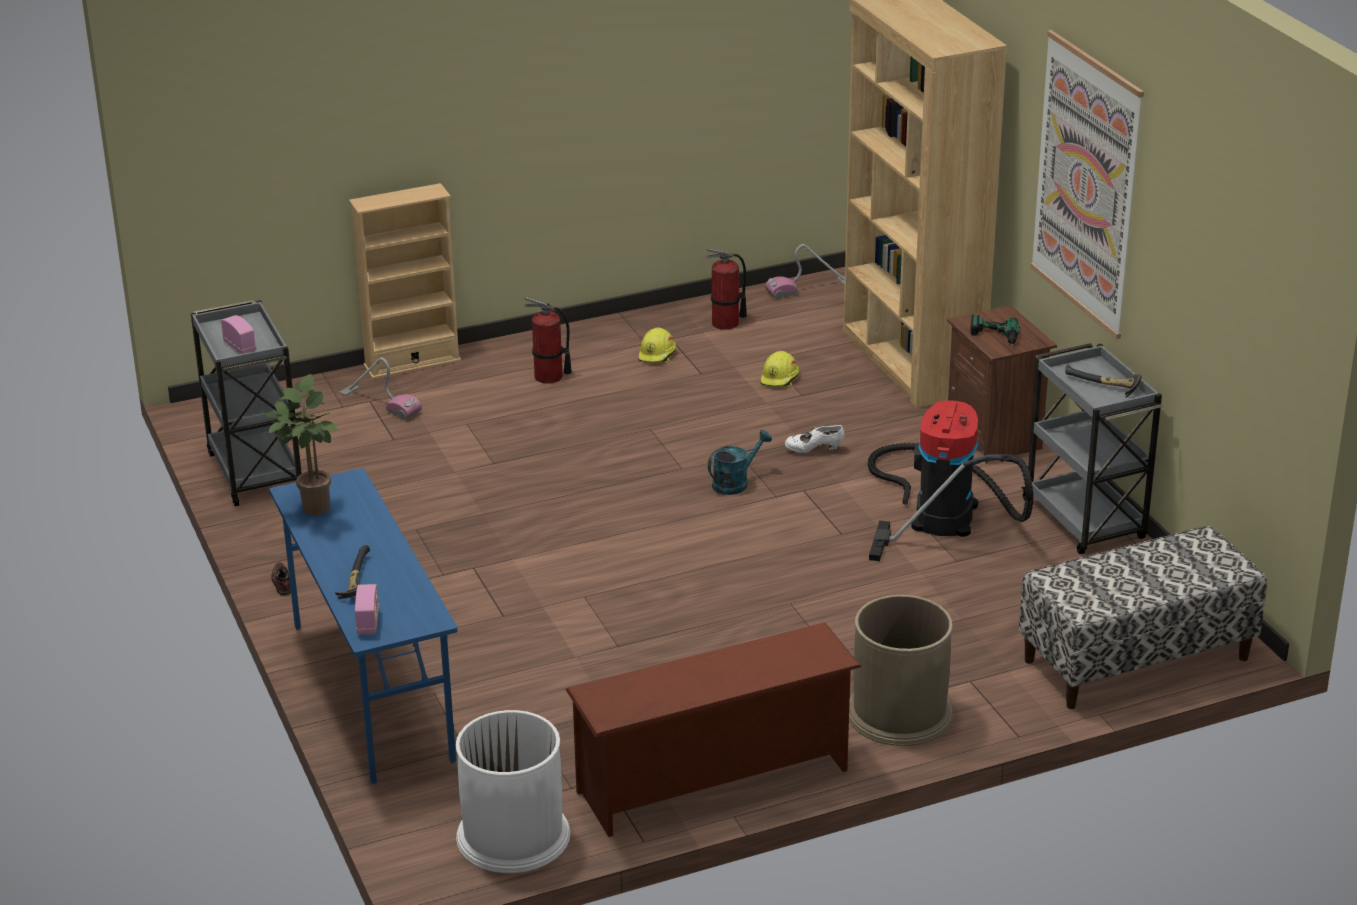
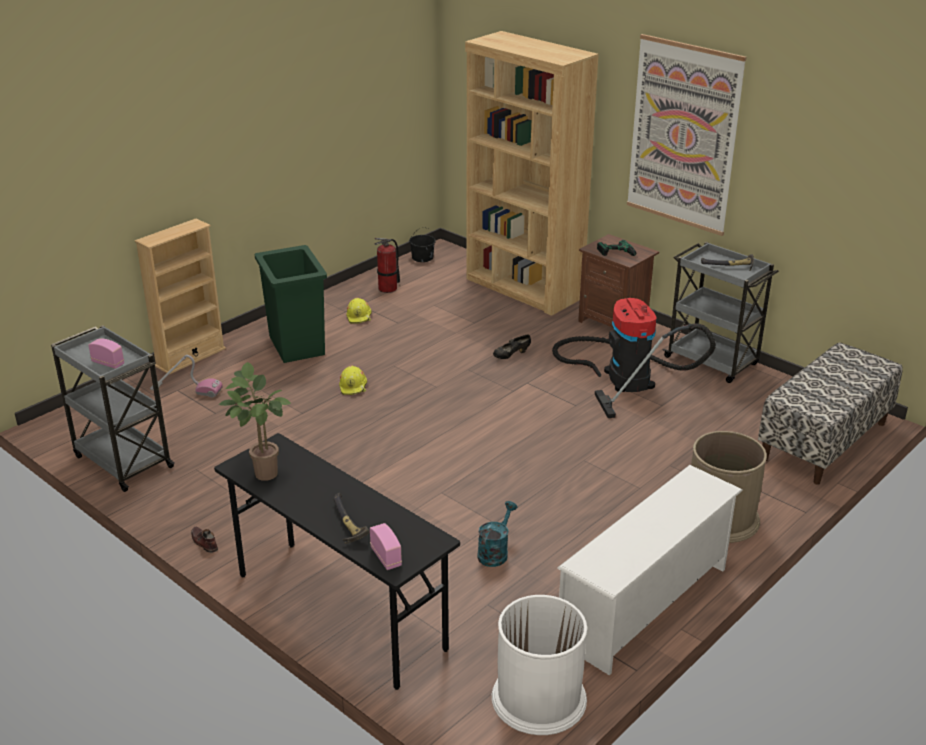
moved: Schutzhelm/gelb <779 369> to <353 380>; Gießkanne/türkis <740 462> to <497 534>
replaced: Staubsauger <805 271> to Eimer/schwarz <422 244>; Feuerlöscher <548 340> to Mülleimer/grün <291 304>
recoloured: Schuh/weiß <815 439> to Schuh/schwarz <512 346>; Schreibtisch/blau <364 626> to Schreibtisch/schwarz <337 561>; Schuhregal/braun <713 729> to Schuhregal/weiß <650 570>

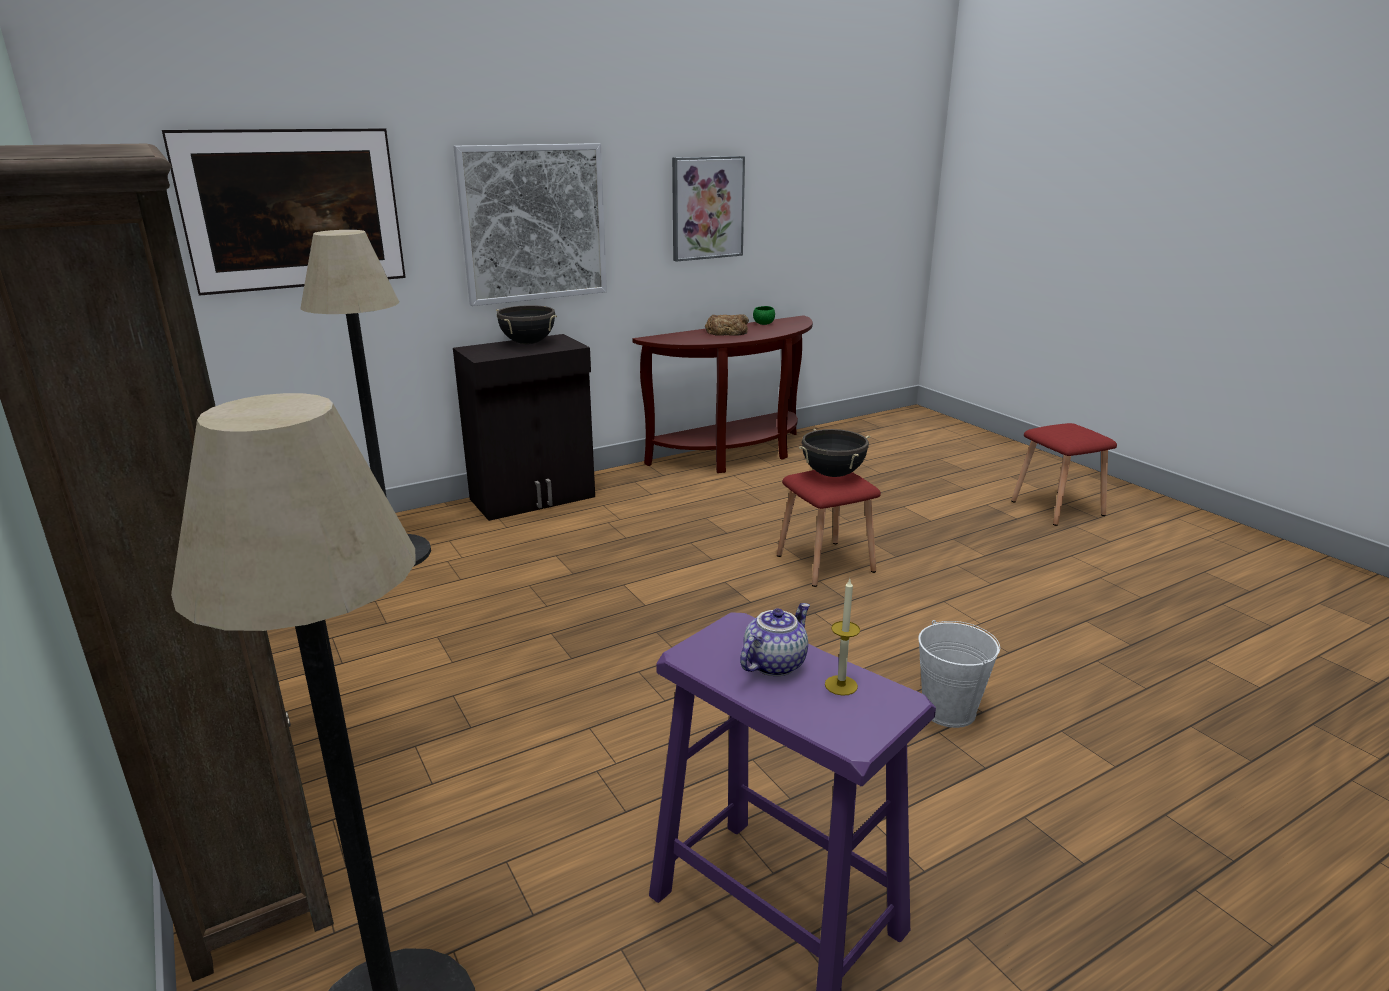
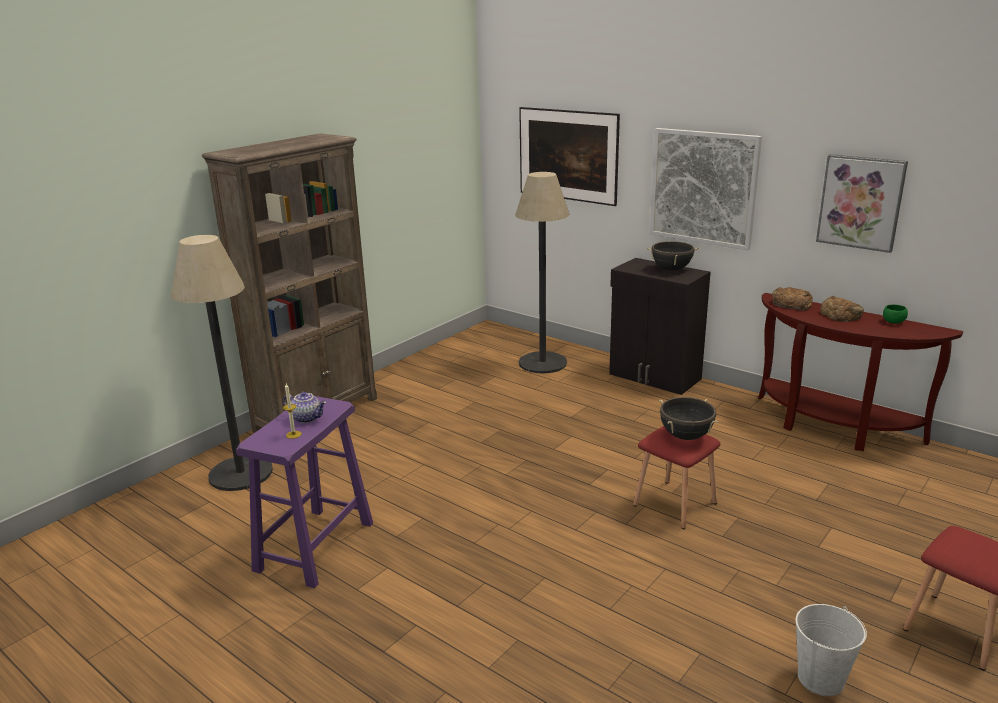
added: Brot <792 299>
moved: Eimer/weiß <959 674> to <831 650>

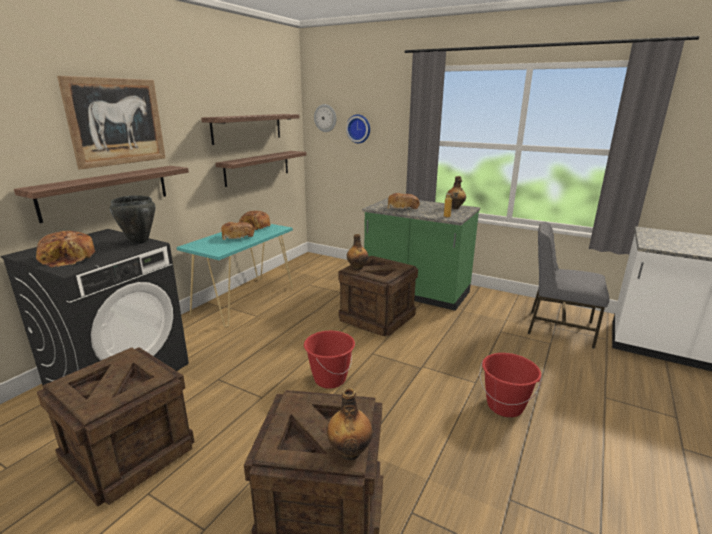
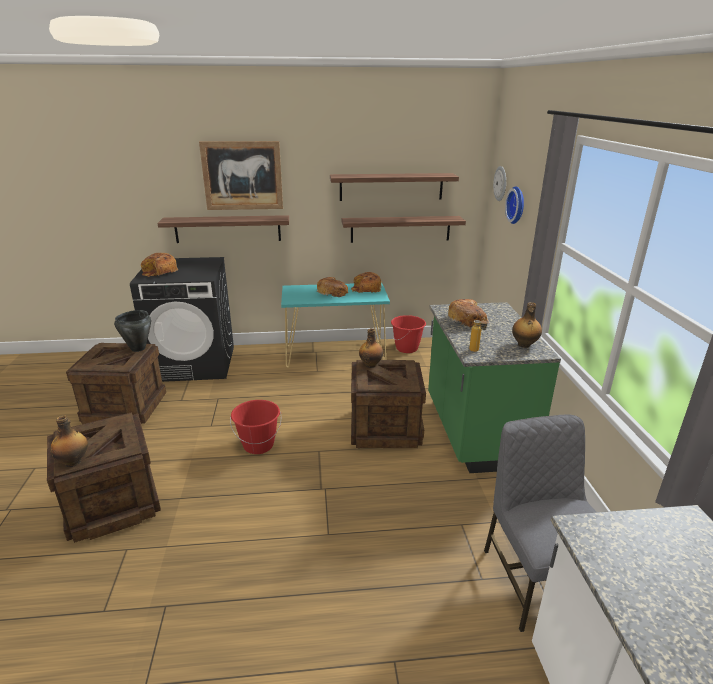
moved: Kochtopf/schwarz <132 219> to <132 331>; Eimer/rot <510 385> to <408 334>

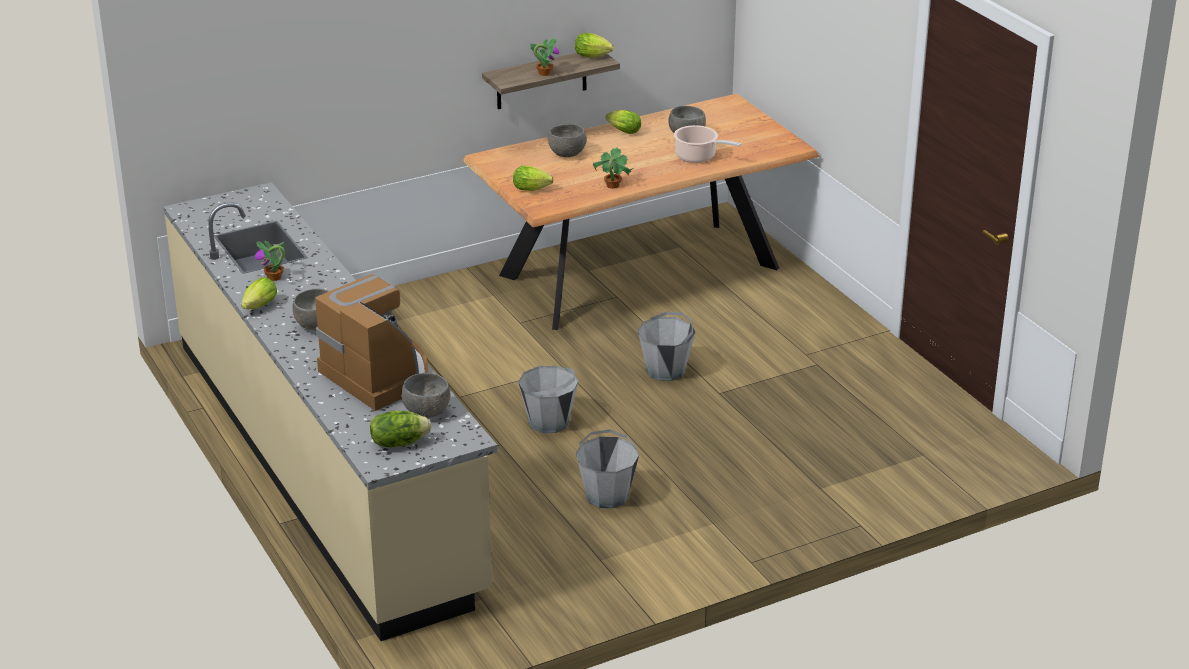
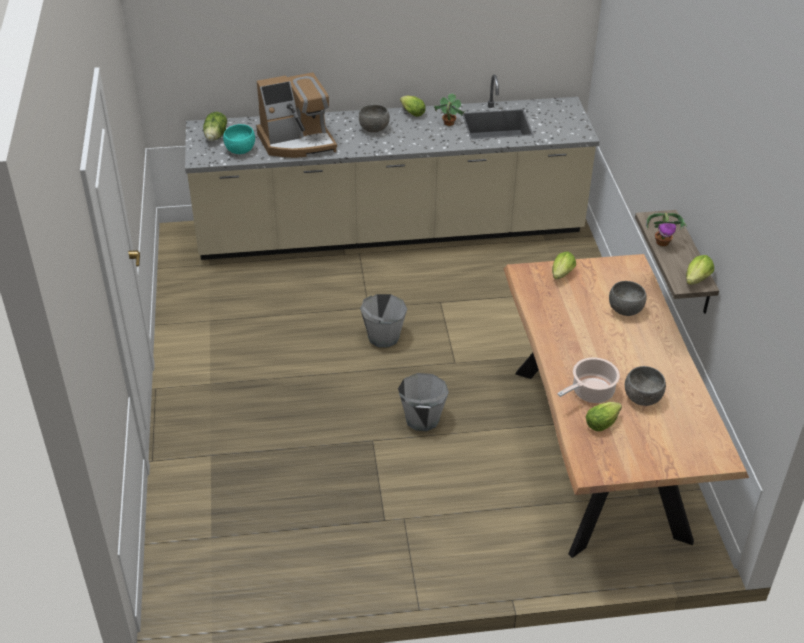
removed: Topfpflanze <613 168>; Eimer/grau <607 469>
moved: Salatkopf <623 122> to <604 416>
recoloured: Schüssel/grau <425 395> to Schüssel/türkis <239 139>

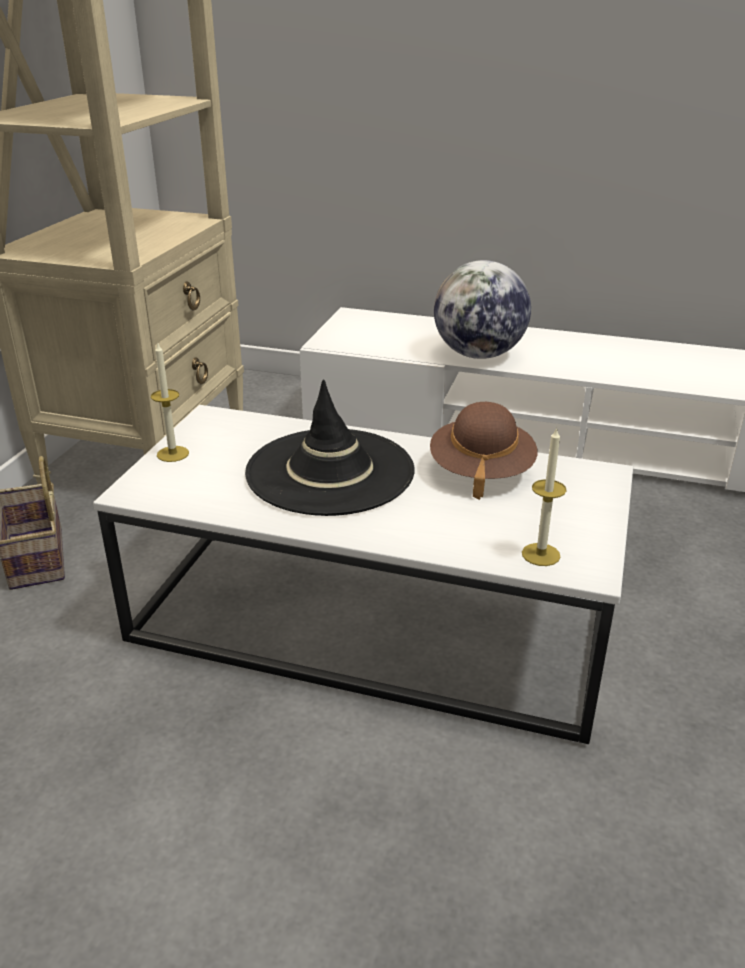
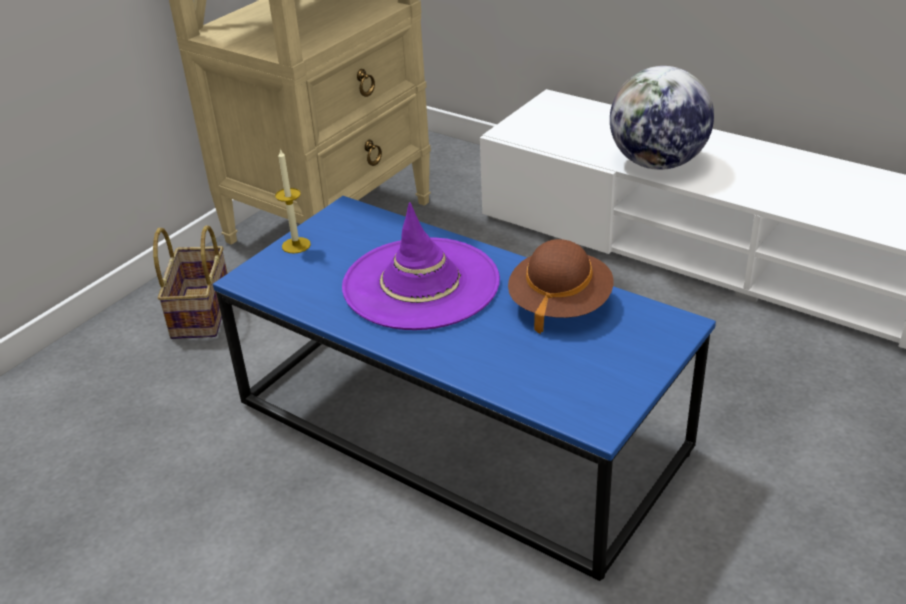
removed: Kerze <544 496>
recoloured: Hut/schwarz <330 447> to Hut/lila <421 266>; Couchtisch/weiß <363 574> to Couchtisch/blau <464 388>

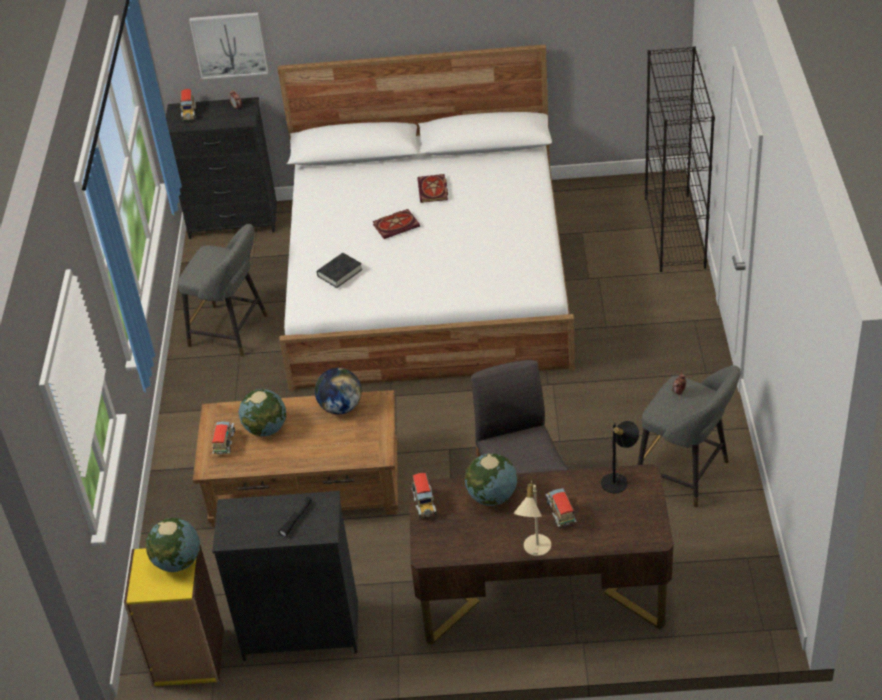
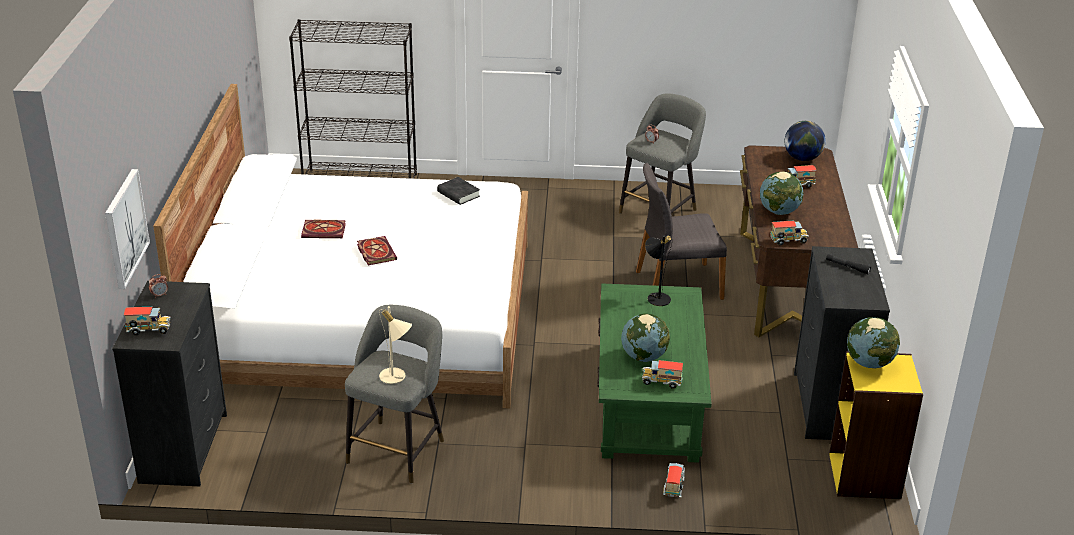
added: Spielzeuglaster <674 480>
moved: Buch/schwarz <340 270> to <458 191>; Globus <338 391> to <805 141>; Tischlampe/schwarz <620 457> to <658 270>; Tischlampe/beige <532 519> to <395 345>
recoloured: Couchtisch/braun <295 458> to Couchtisch/grün <654 373>

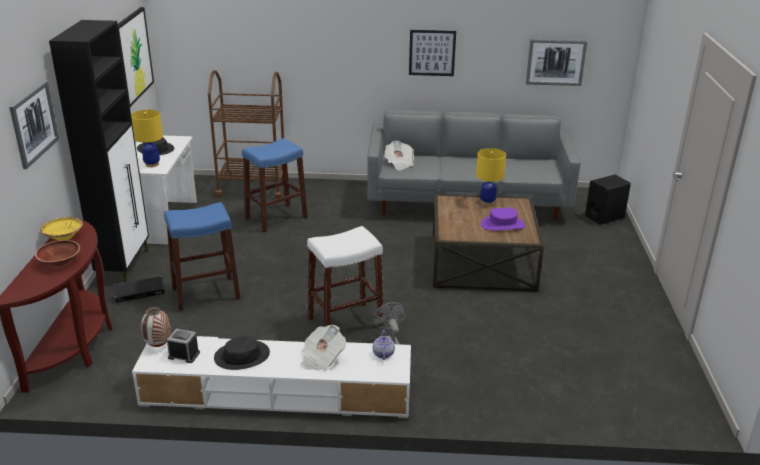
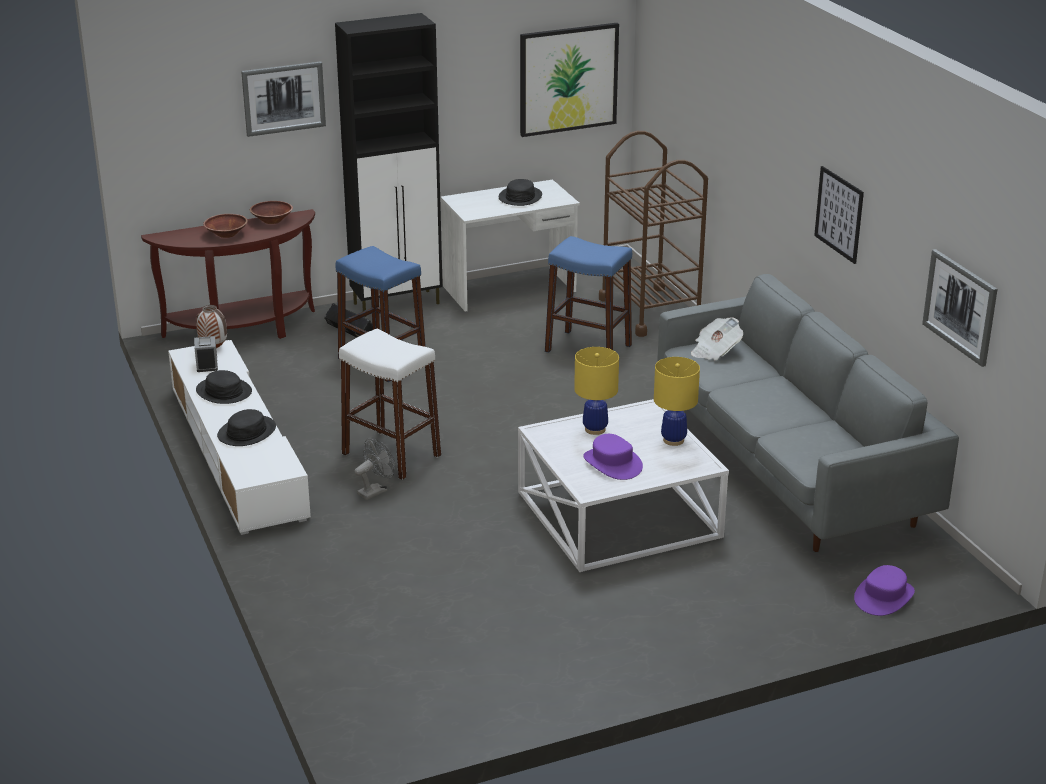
removed: Teekanne <384 345>
moved: Tischlampe/gelb <147 138> to <596 391>
replaced: Lautsprecher/schwarz <608 199> to Hut/lila <884 590>; Zeitung <323 348> to Hut/schwarz <246 427>
recoloured: Couchtisch/braun <488 243> to Couchtisch/weiß <623 485>; Schüssel/gelb <61 229> to Schüssel/braun <271 212>

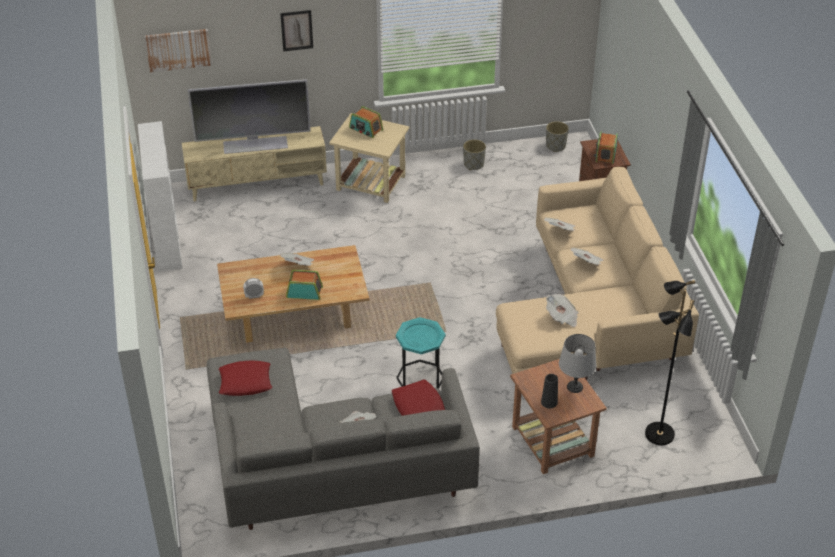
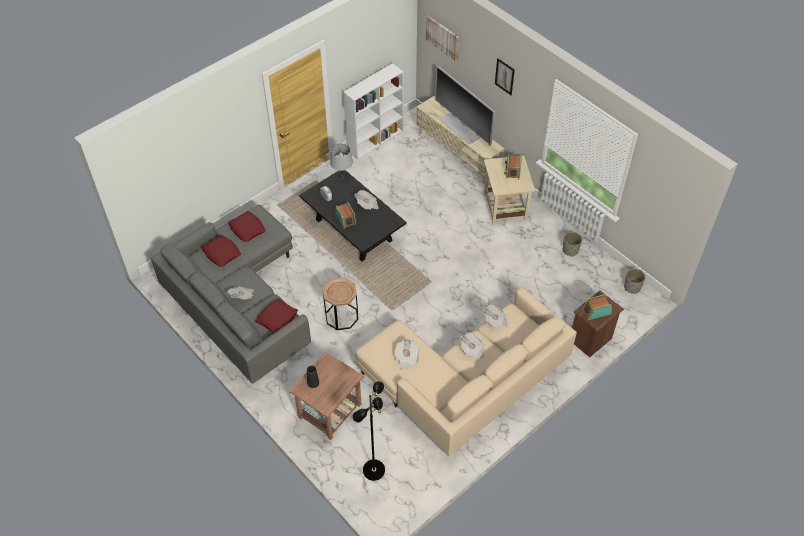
added: Kissen/rot <221 251>
moved: Tischlampe/grau <577 363> to <341 162>
recoloured: Couchtisch/beige <293 294> to Couchtisch/schwarz <353 215>; Beistelltisch/türkis <420 353> to Beistelltisch/braun <340 303>

